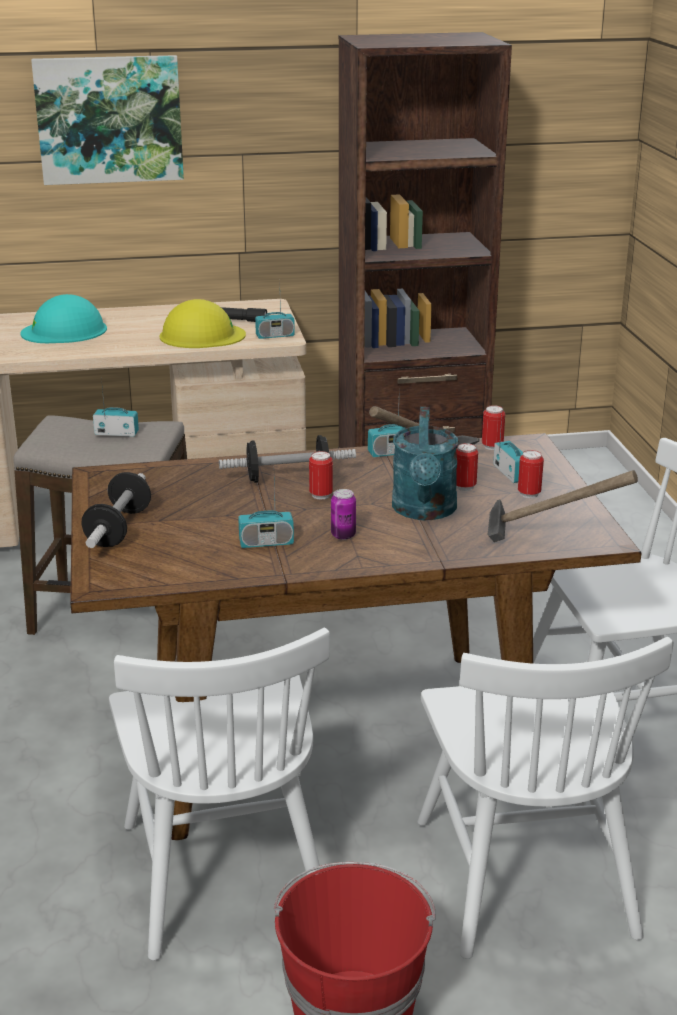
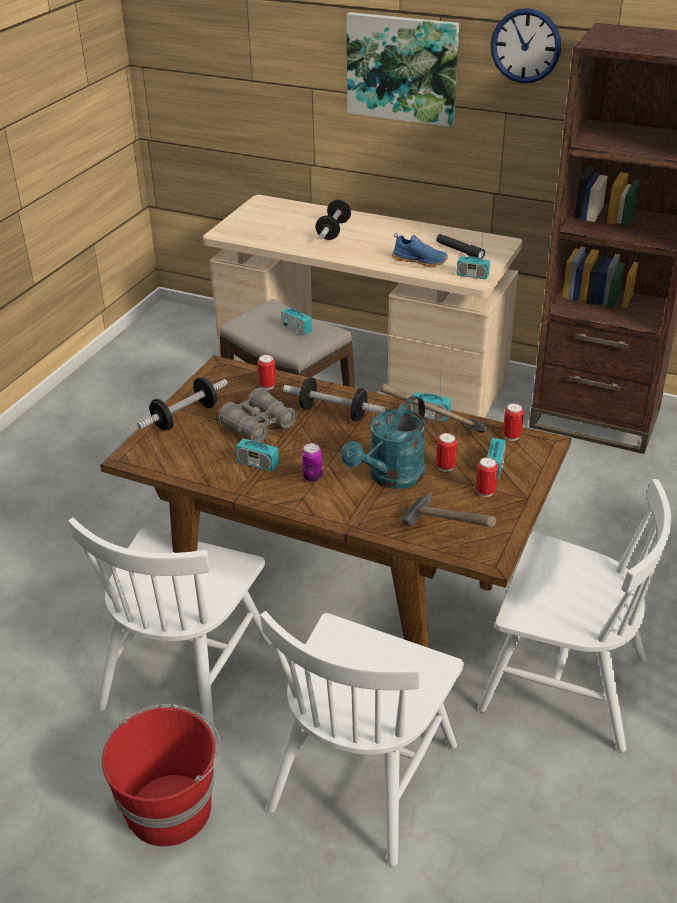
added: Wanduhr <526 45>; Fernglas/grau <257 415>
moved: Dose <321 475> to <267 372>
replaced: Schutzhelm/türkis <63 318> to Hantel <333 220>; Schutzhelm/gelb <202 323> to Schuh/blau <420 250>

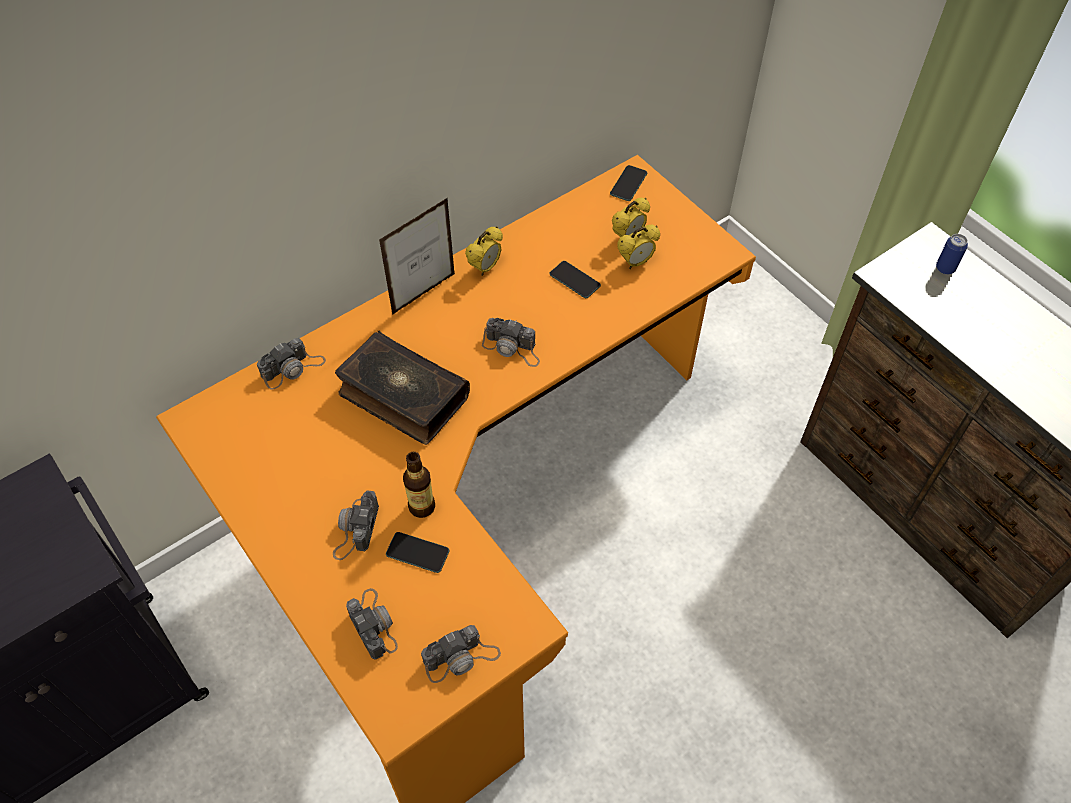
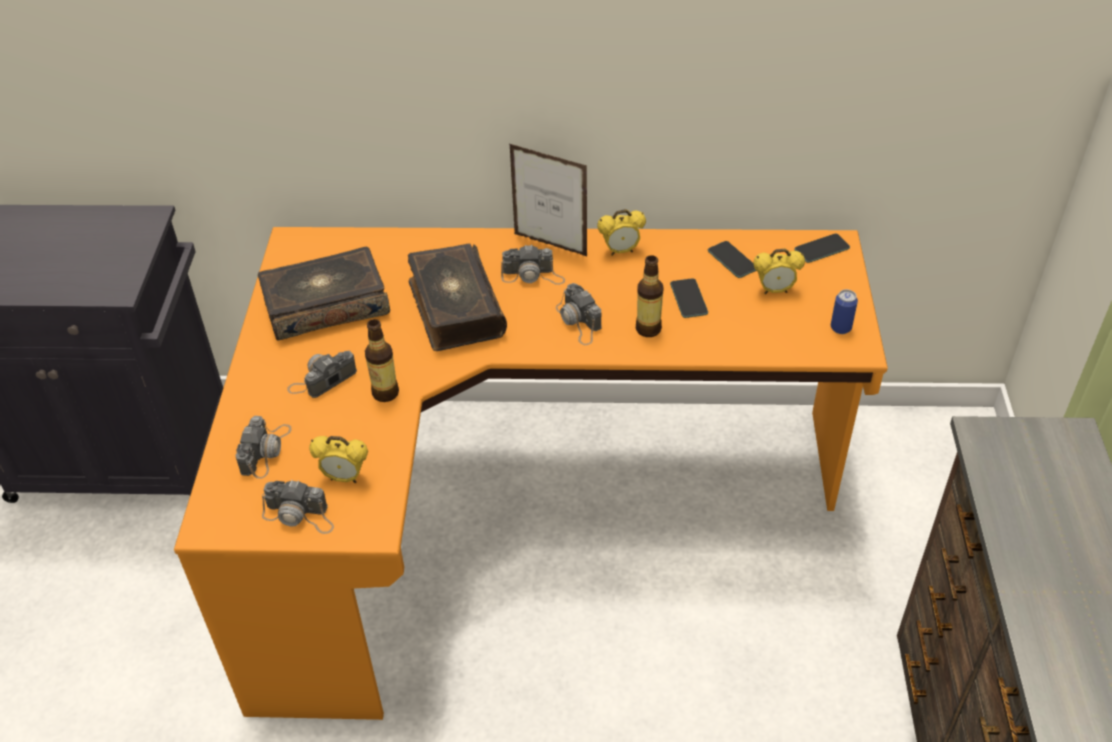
added: Buch <324 293>; Flasche <650 296>
moved: Wecker <638 247> to <338 459>; Dose <952 254> to <844 311>; Kamera <291 364> to <533 264>; Handy <417 552> to <732 259>
turned: Bilderrahmen <417 256> = <548 200> 150 degrees counterclockwise

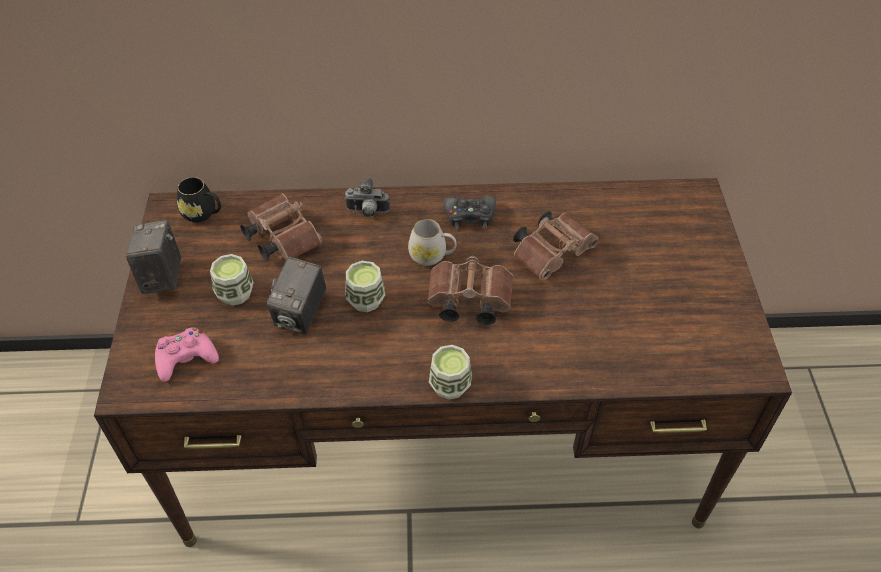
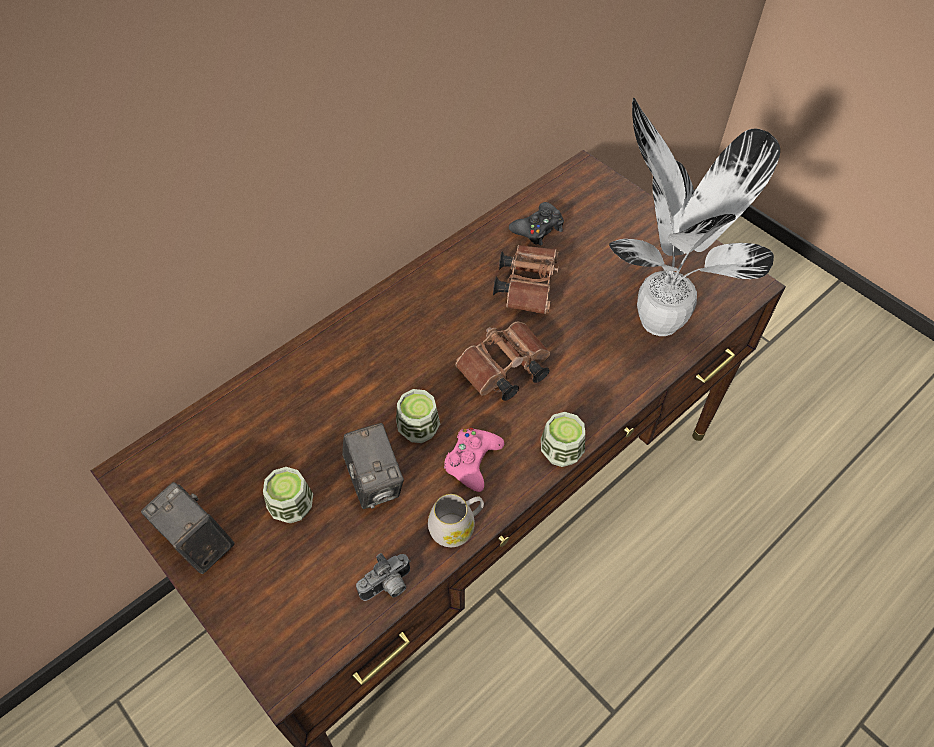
removed: Henkelbecher/schwarz <199 199>; Fernglas/braun <281 227>
added: Topfpflanze <694 217>
moved: Kamera <367 197> to <383 577>; Gamepad/schwarz <470 212> to <536 223>; Henkelbecher/weiß <432 242> to <456 520>; Gamepad/rosa <187 354> to <474 460>

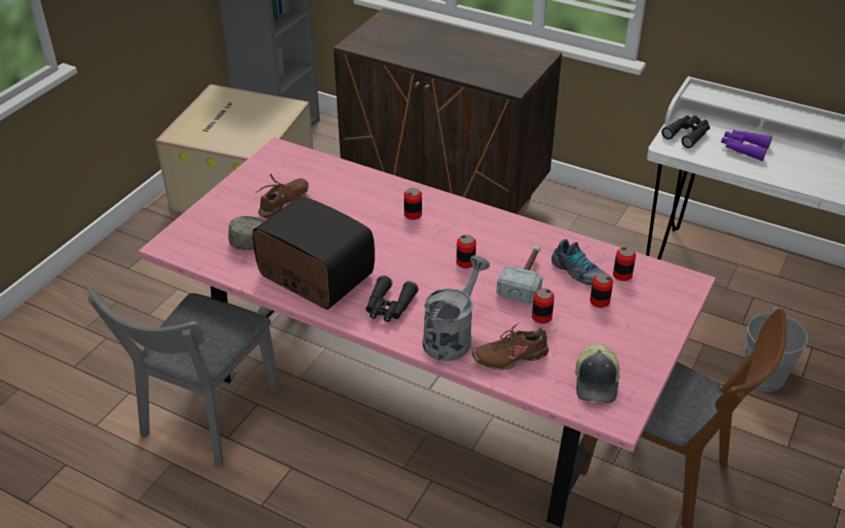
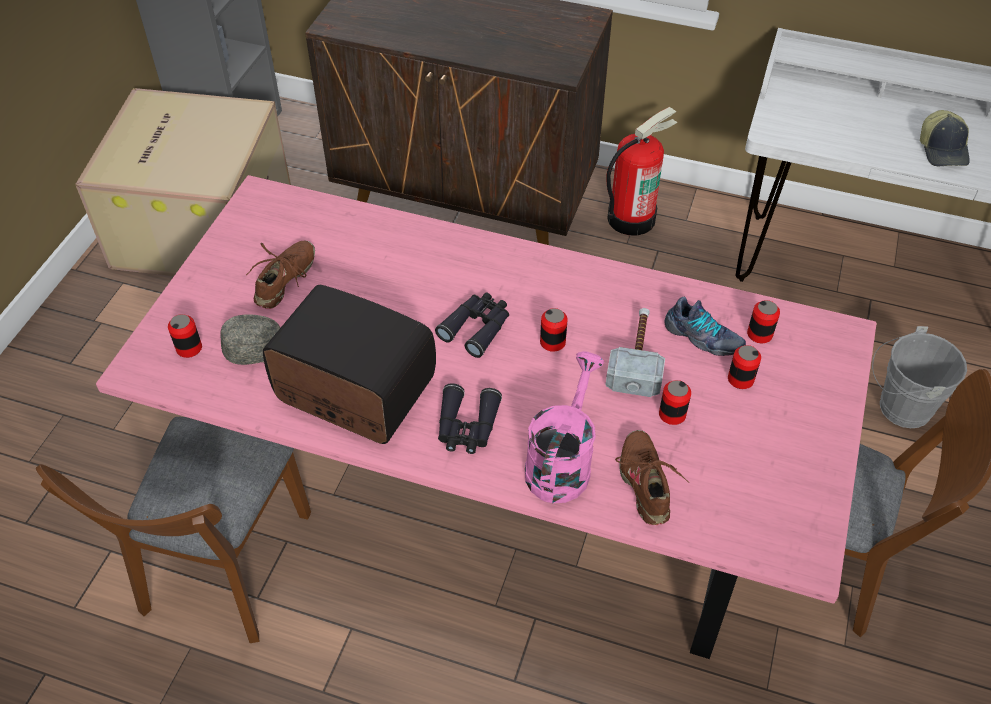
removed: Fernglas/lila <746 145>
added: Feuerlöscher <642 171>
moved: Fernglas/schwarz <686 131> to <472 325>; Dose <413 204> to <185 336>; Kappe <597 373> to <945 138>
recoloured: Gießkanne/grau <456 308> to Gießkanne/rosa <564 427>; Stuhl/grau <183 375> to Stuhl/braun <173 530>
turned: Schuh/braun <510 346> = <652 477> 105 degrees clockwise

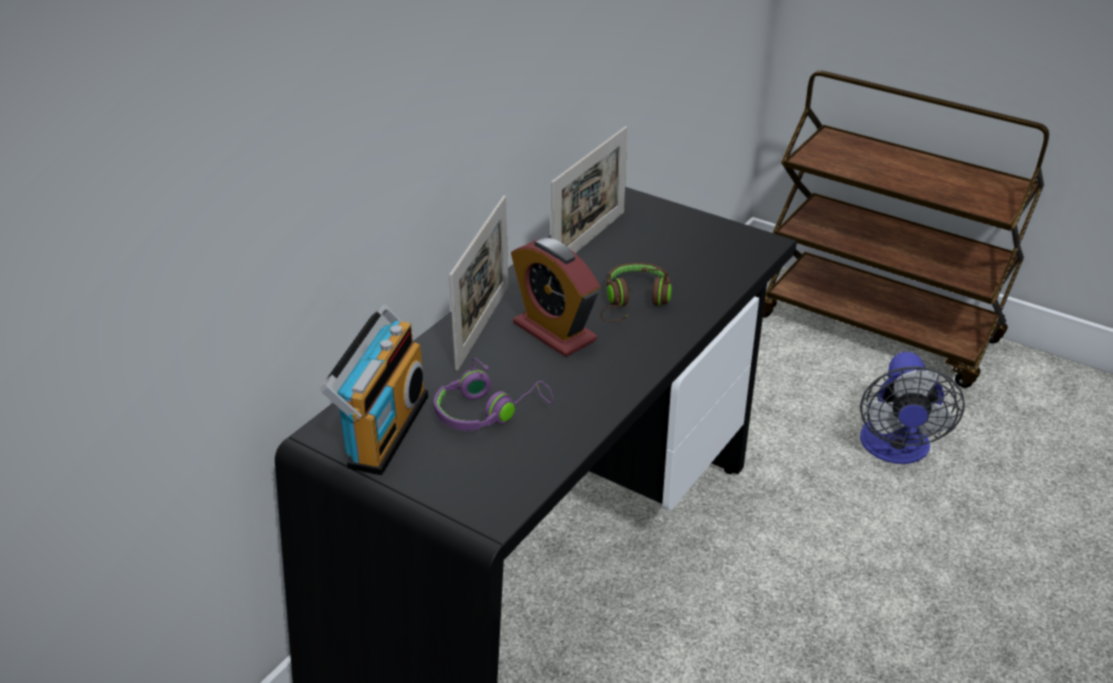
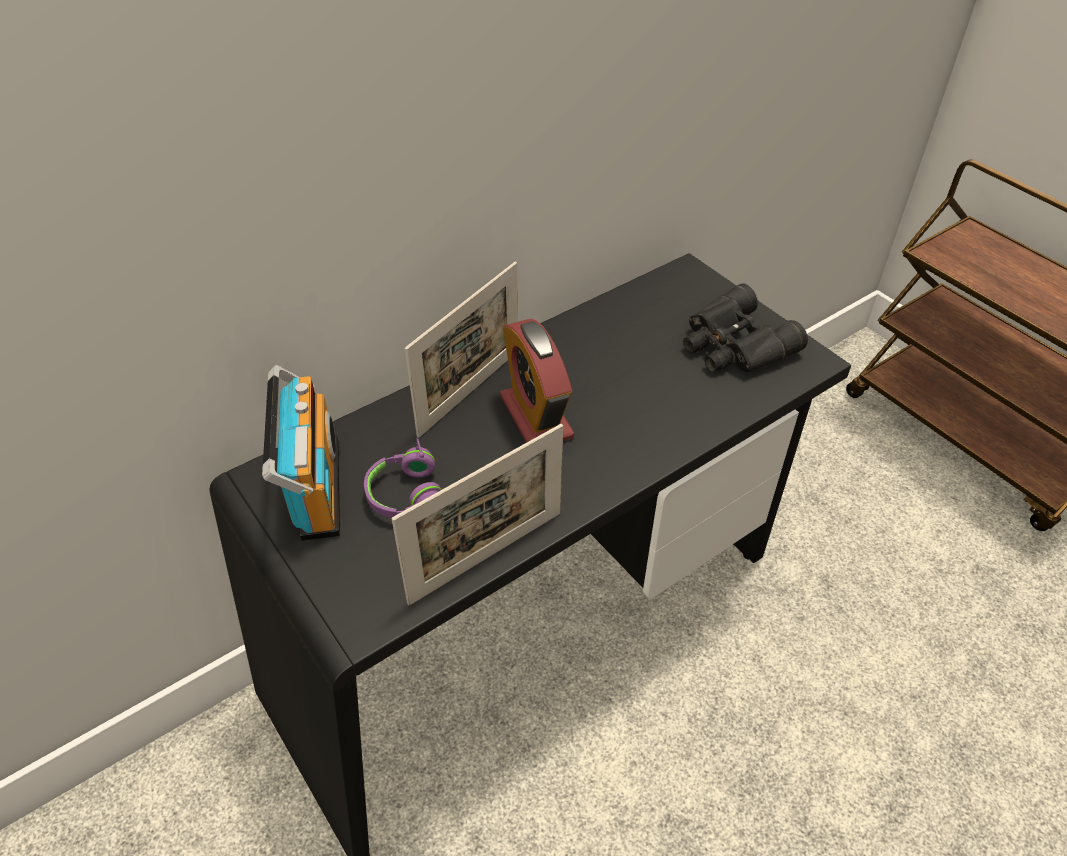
removed: Kopfhörer/braun <636 292>; Ventilator <912 408>
added: Fernglas/schwarz <745 327>
moved: Bilderrahmen <589 189> to <477 514>
turned: Radio <374 389> = <301 453> 45 degrees counterclockwise

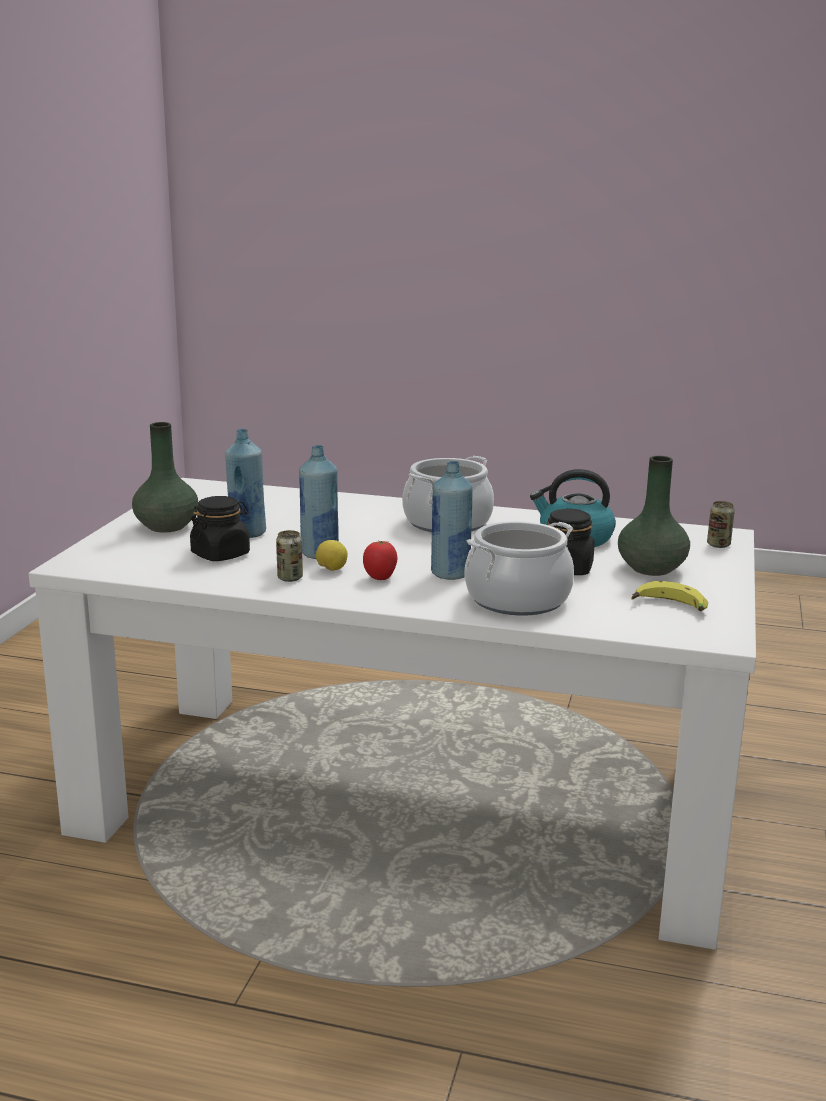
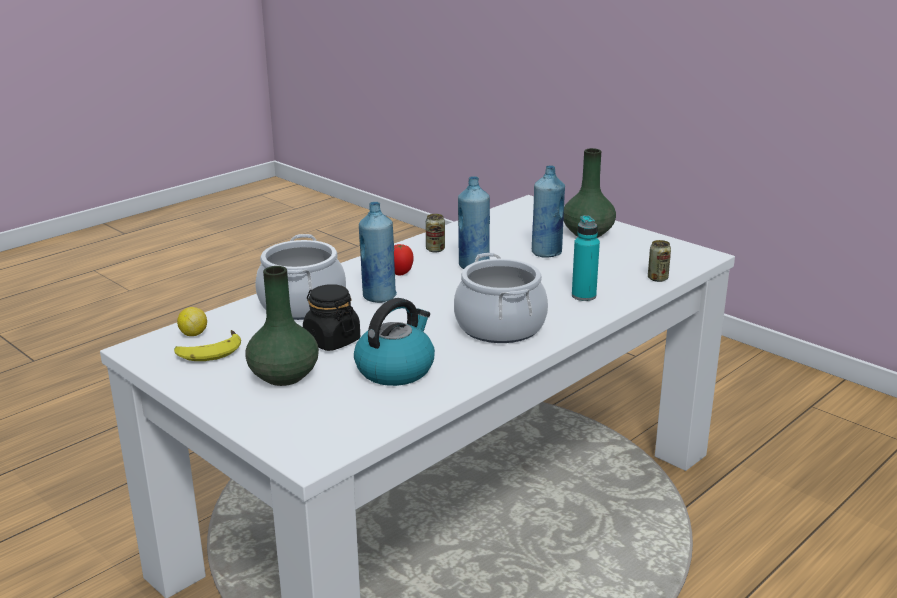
removed: Vorratsglas/schwarz <220 528>
added: Flasche/türkis <586 258>
moved: Dose <721 524> to <659 261>; Zitrone <332 555> to <192 321>

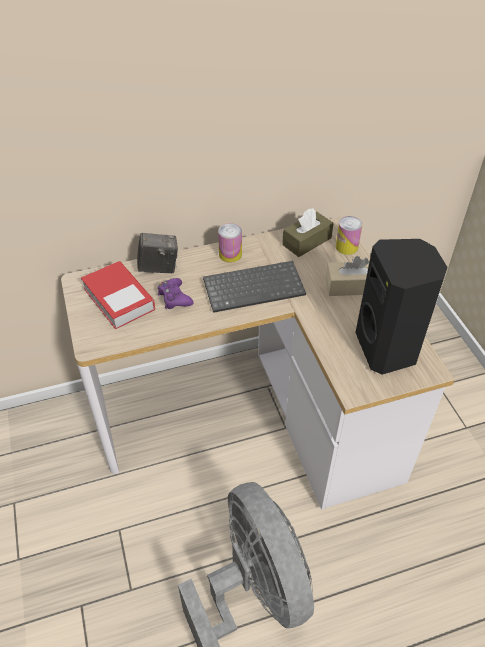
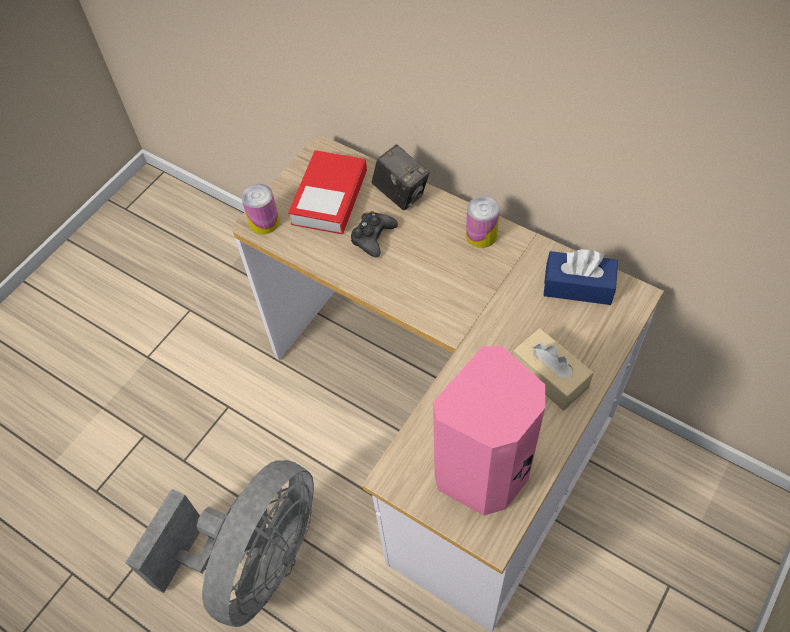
removed: Tastatur <254 287>
moved: Dose <349 235> to <260 209>
recoloured: Taschentuchbox/braun <307 232> to Taschentuchbox/blau <580 277>; Lautsprecher/schwarz <401 307> to Lautsprecher/rosa <489 430>; Gamepad/lila <176 293> to Gamepad/schwarz <374 234>

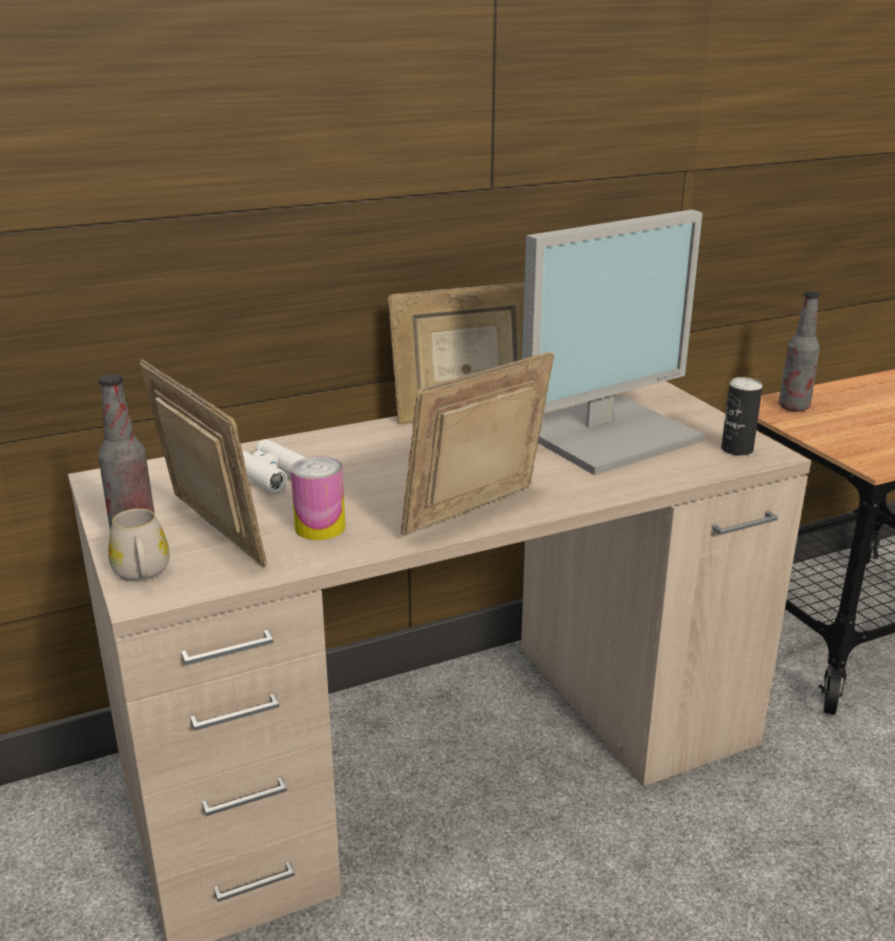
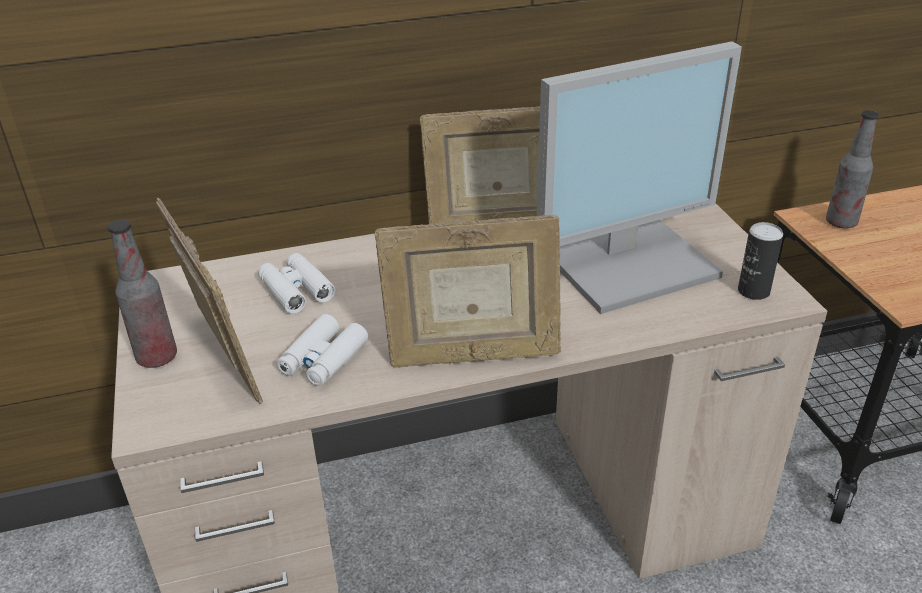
removed: Henkelbecher/weiß <139 545>
replaced: Dose <317 498> to Fernglas/weiß <322 350>
turned: Bilderrahmen <477 443> = <467 291> 150 degrees counterclockwise

